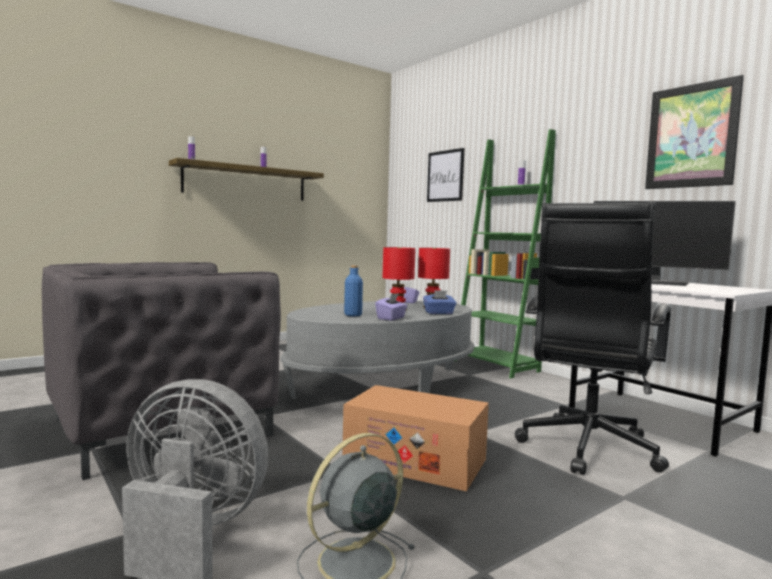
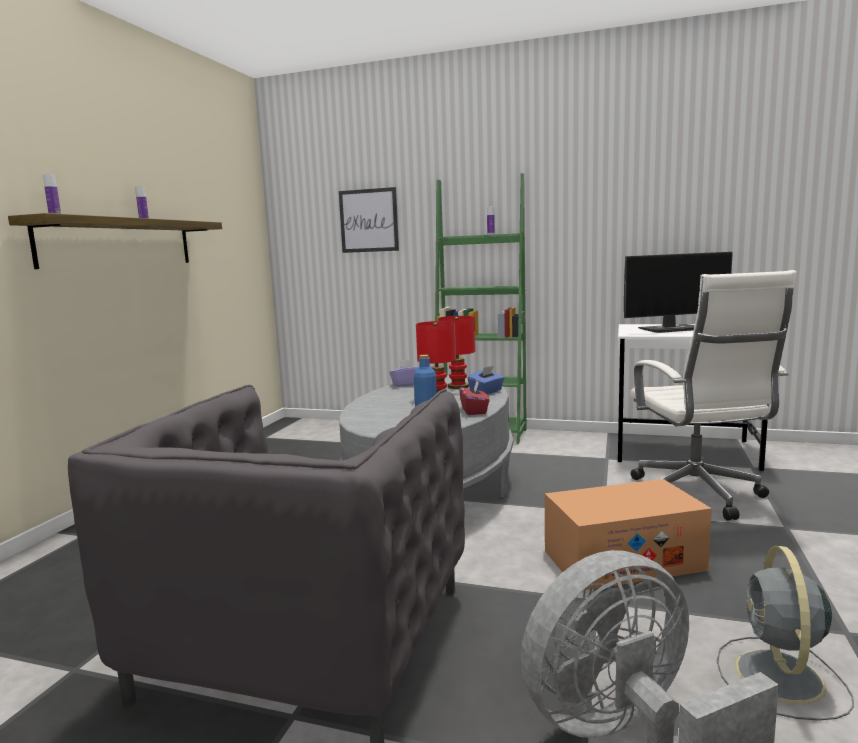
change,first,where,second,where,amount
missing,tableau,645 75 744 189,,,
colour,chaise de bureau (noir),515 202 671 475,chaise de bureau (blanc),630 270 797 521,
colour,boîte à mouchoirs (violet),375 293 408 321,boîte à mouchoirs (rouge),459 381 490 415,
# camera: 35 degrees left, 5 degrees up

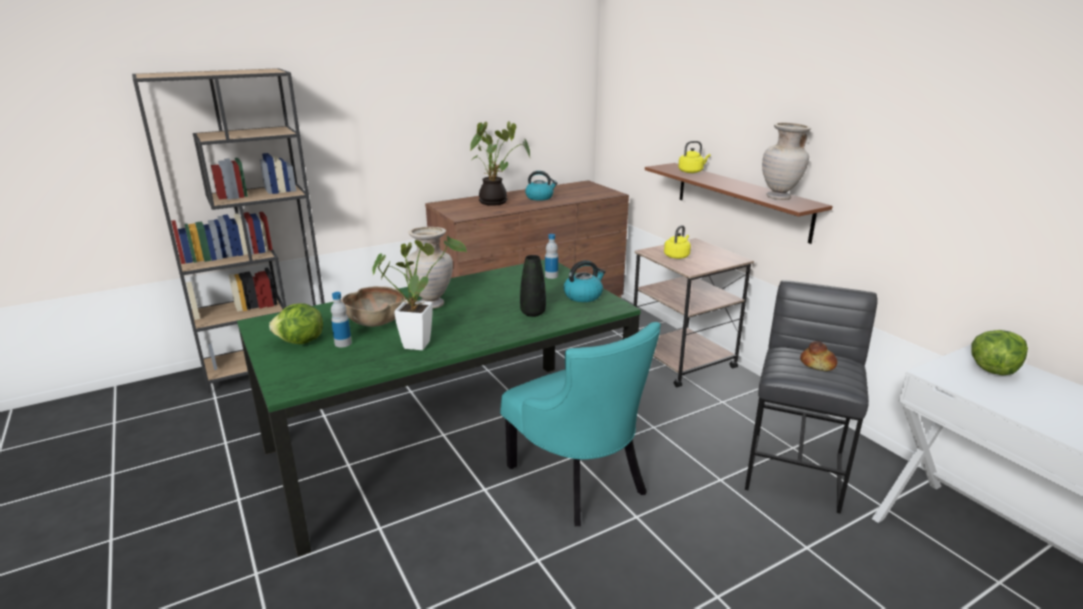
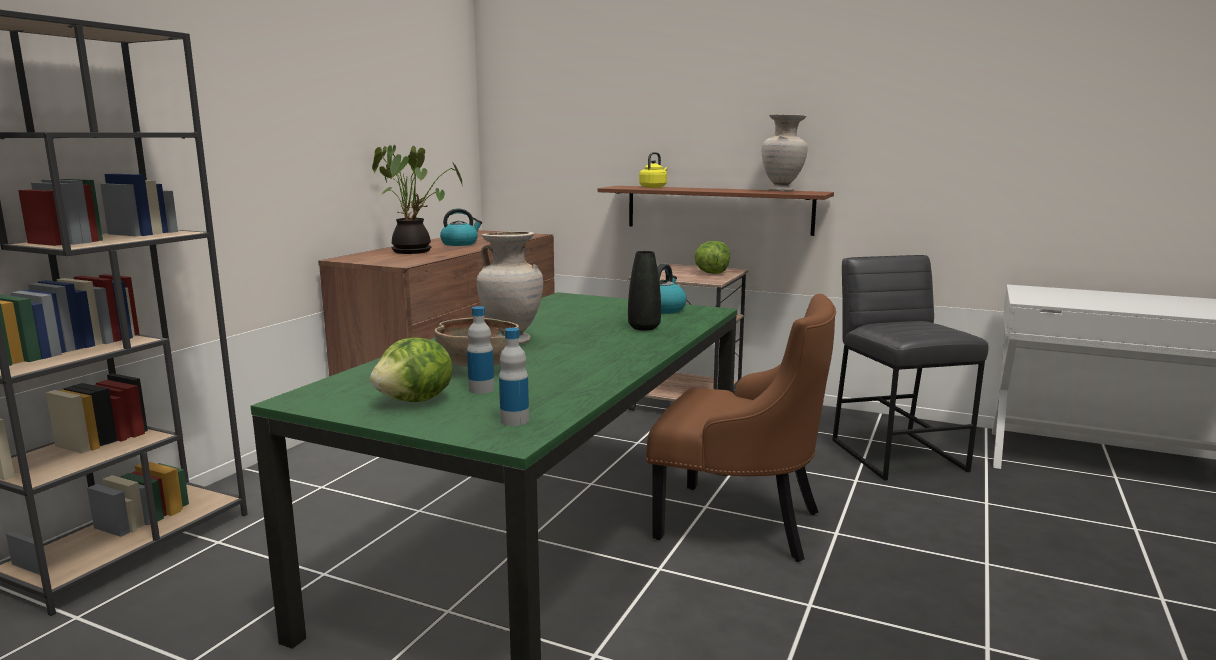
change,first,where,second,where,amount
missing,bouilloire (jaune),664 225 691 259,,,
relocated,bouteille,545 234 558 279,,499 328 529 426,
missing,plante en pot,372 236 467 350,,,
colour,chaise (turquoise),500 322 661 526,chaise (marron),646 294 836 562,
relocated,laitue,971 330 1028 375,,694 241 730 274,
missing,pain,800 341 837 371,,,
# camera: 35 degrees left, 10 degrees down

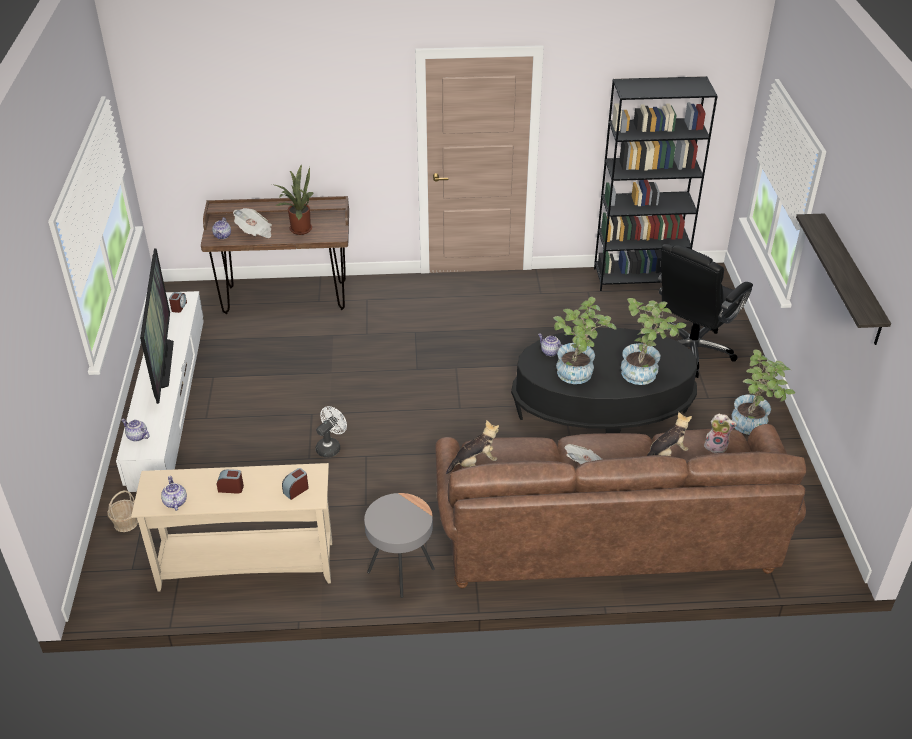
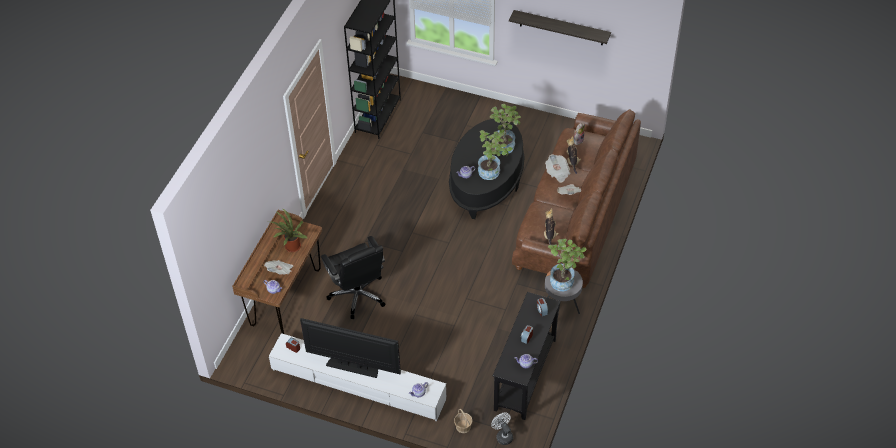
change,first,where,second,where,amount
relocated,chaise de bureau (noir),658 244 753 378,,321 236 386 319,
relocated,plante en pot,731 350 795 435,,548 239 586 291,
relocated,ventilateur (blanc),316 406 347 458,,491 413 513 445,
colour,table console (beige),131 463 332 591,table console (noir),493 292 561 420,
appeared,,,journal,545 154 571 183,
# camera: 65 degrees left, 10 degrees up

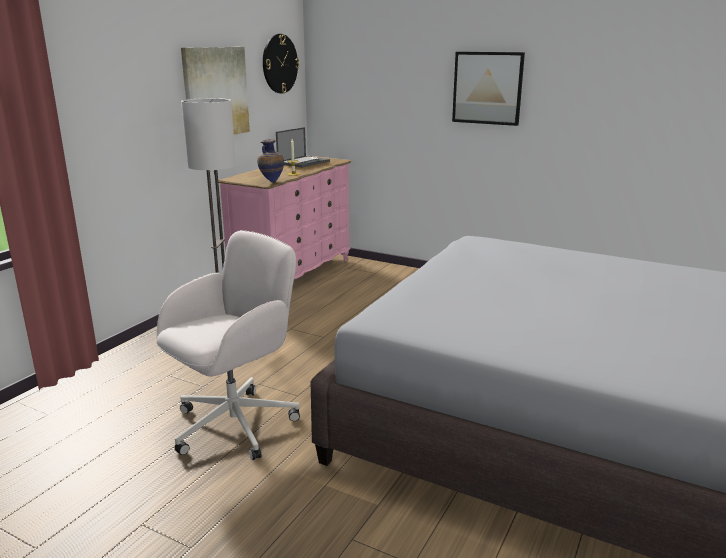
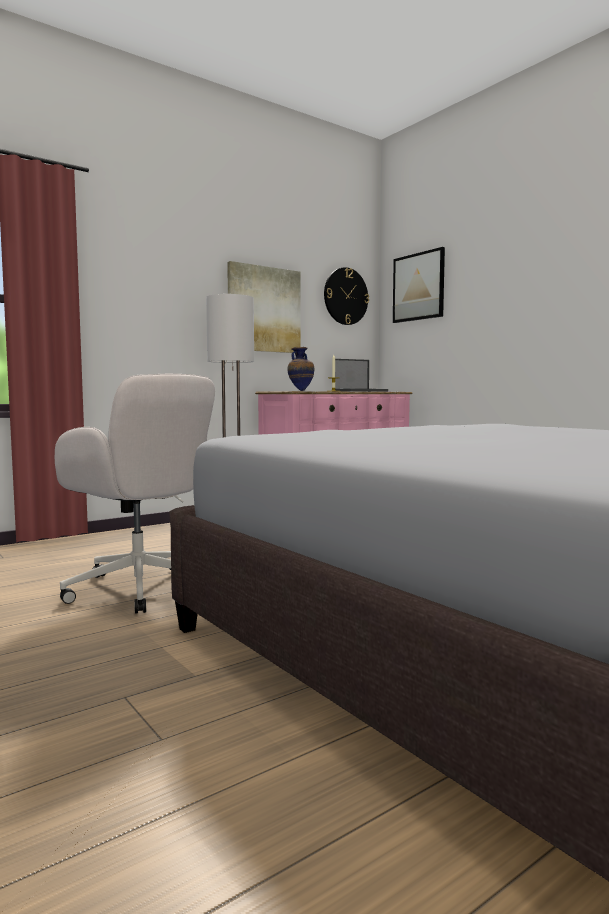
change,first,where,second,where,amount
relocated,tableau,452 52 525 126,,393 247 445 323,
spun,chaise de bureau (blanc),156 230 300 460,,55 374 215 614,60 degrees clockwise
# camera: 25 degrees right, 15 degrees down

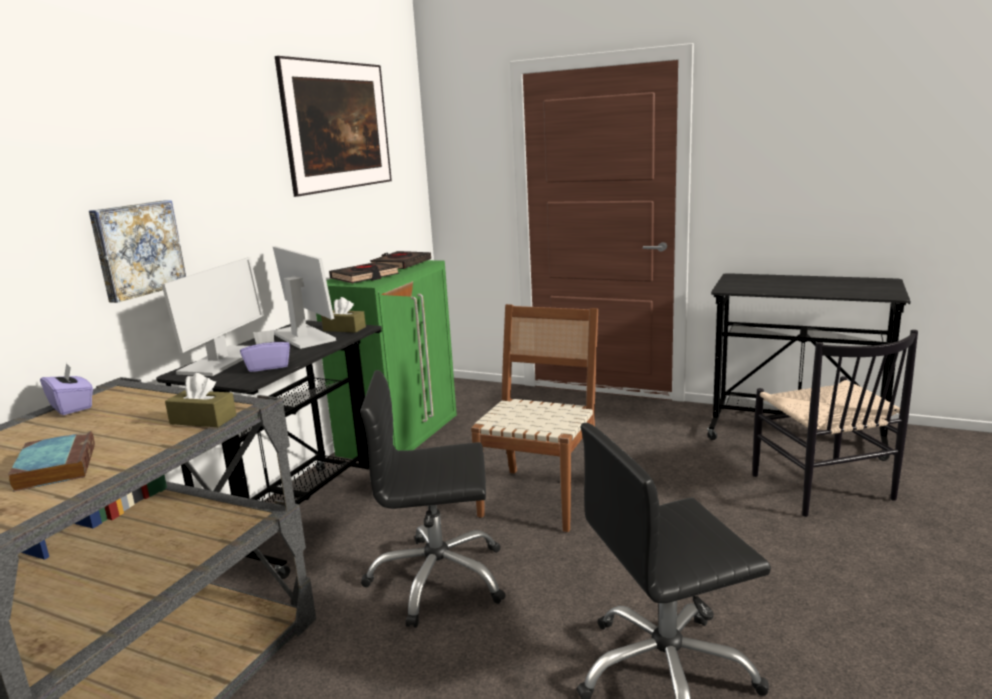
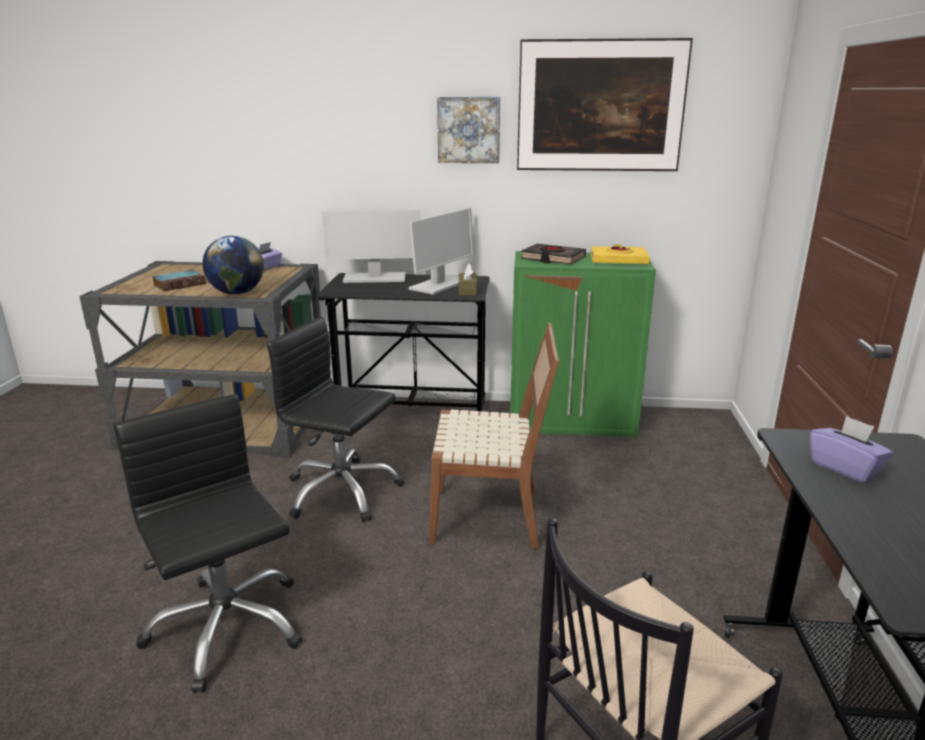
change,first,where,second,where,amount
relocated,tableau,89 200 186 303,,437 97 500 163,
colour,livre (noir),370 251 431 269,livre (jaune),590 244 650 264,
relocated,boîte à mouchoirs (violet),240 330 290 372,,810 416 894 483,
spun,chaise de bureau (noir),360 370 506 628,,267 317 404 522,45 degrees counterclockwise
exchanged,boîte à mouchoirs (marron),165 373 236 427,globe,203 236 264 294,
# camera: 70 degrees right, 5 degrees up

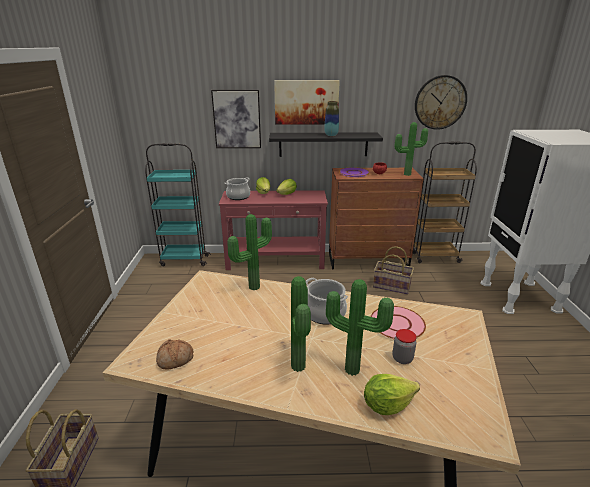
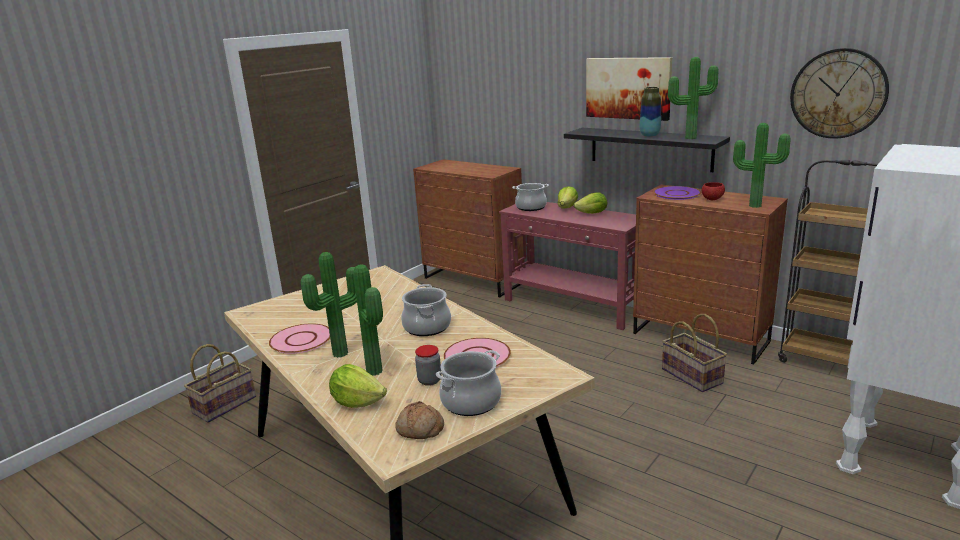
change,first,where,second,where,amount
missing,tableau,211 90 261 148,,,
exchanged,chariot (turquoise),145 143 211 267,commode (marron),413 159 525 297,
relocated,plante en pot,227 214 272 290,,668 57 718 139,
relocated,pain,156 339 193 369,,395 401 444 439,
appeared,,,assiette (rose),269 323 330 354,
appeared,,,marmite,436 350 501 416,
# camera: 40 degrees right, 5 degrees down

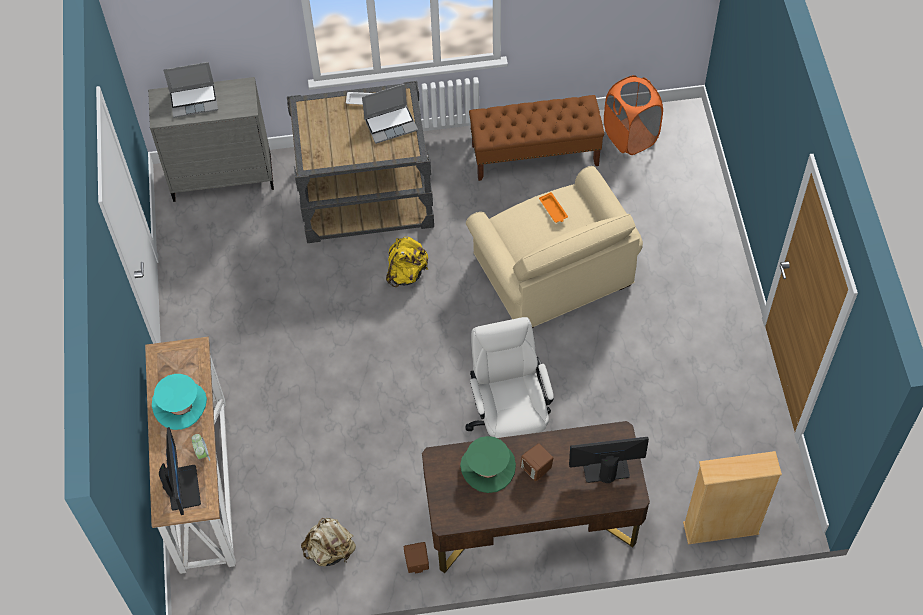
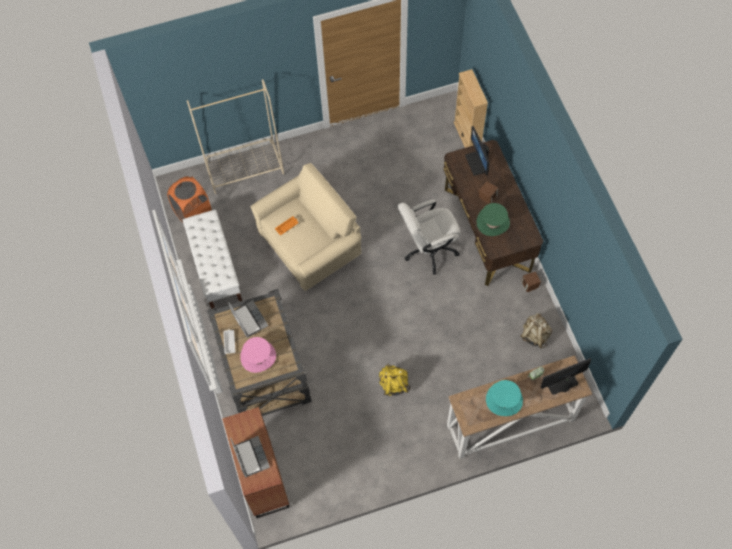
change,first,where,second,where,amount
colour,commode (gris),148 77 274 202,commode (marron),222 407 289 518,
colour,banc (marron),469 95 604 181,banc (blanc),183 210 242 309,
relocated,sac à dos (jaune),386 236 428 287,,379 363 410 396,
appeared,,,portant (beige),187 79 284 194,
appeared,,,chapeau (rose),240 337 276 373,
# camera: 100 degrees left, 5 degrees up

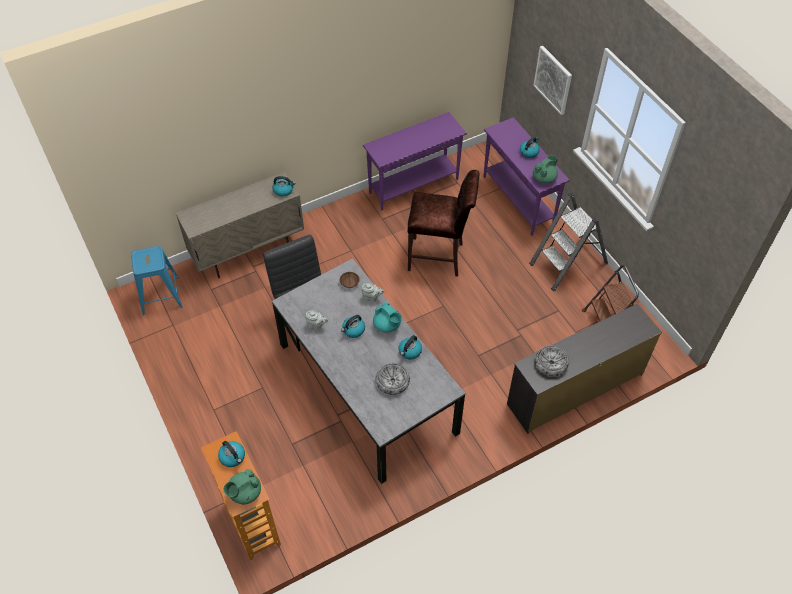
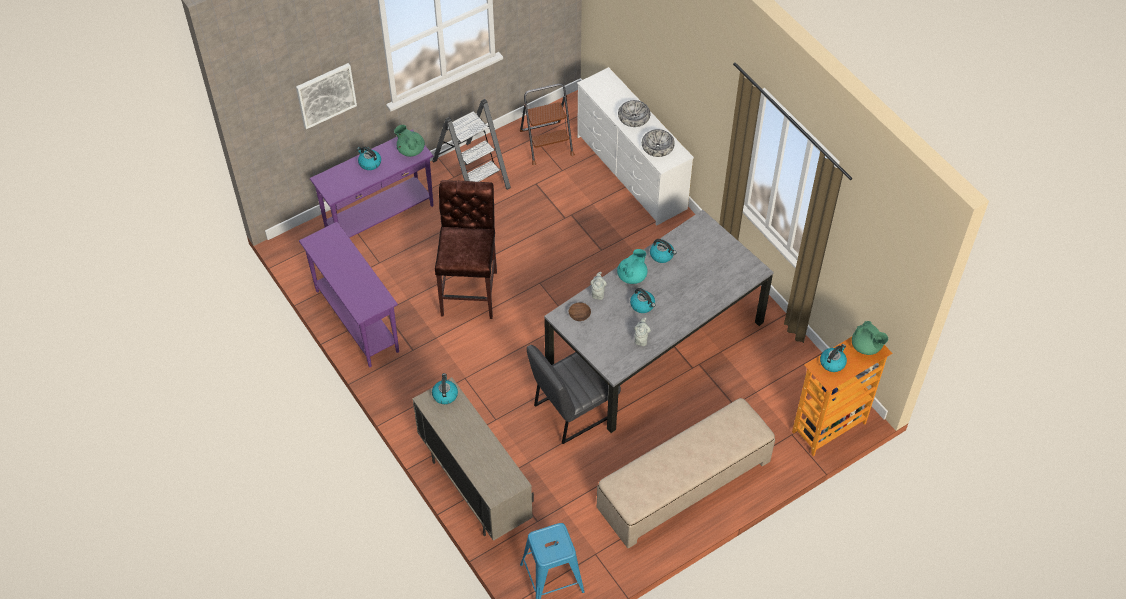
change,first,where,second,where,amount
colour,commode (noir),507 303 662 434,commode (blanc),577 67 694 226,
relocated,bol,376 363 410 395,,618 100 650 127,
appeared,,,banc (beige),597 398 775 548,
# camera: 95 degrees left, 0 degrees up

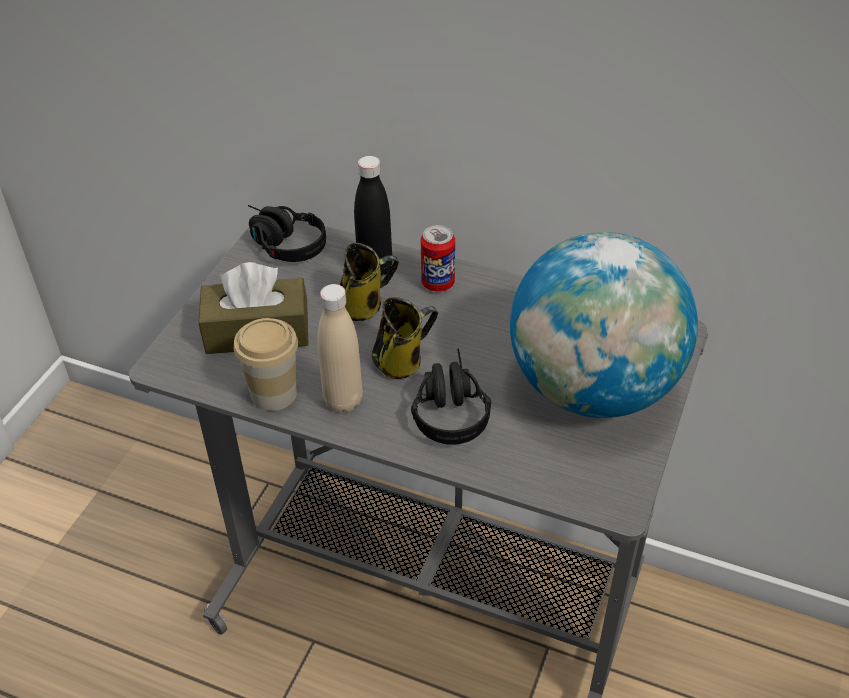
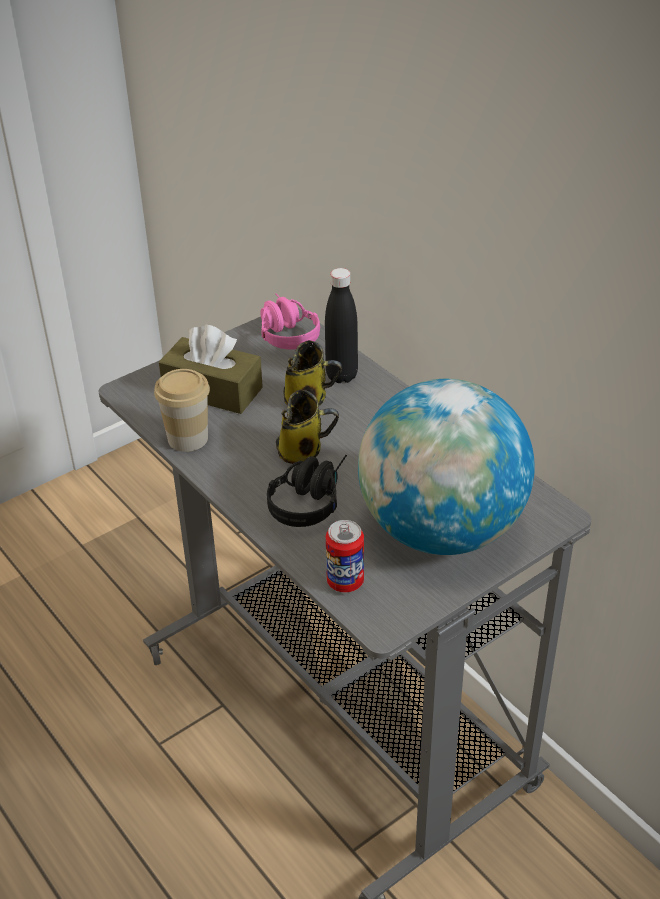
change,first,where,second,where,amount
colour,casque audio (noir),248 205 326 262,casque audio (rose),260 293 320 350,
relocated,boîte métallique,421 225 455 292,,326 520 364 593,
missing,bouteille (beige),317 284 363 413,,,
# camera: 30 degrees right, 5 degrees down

